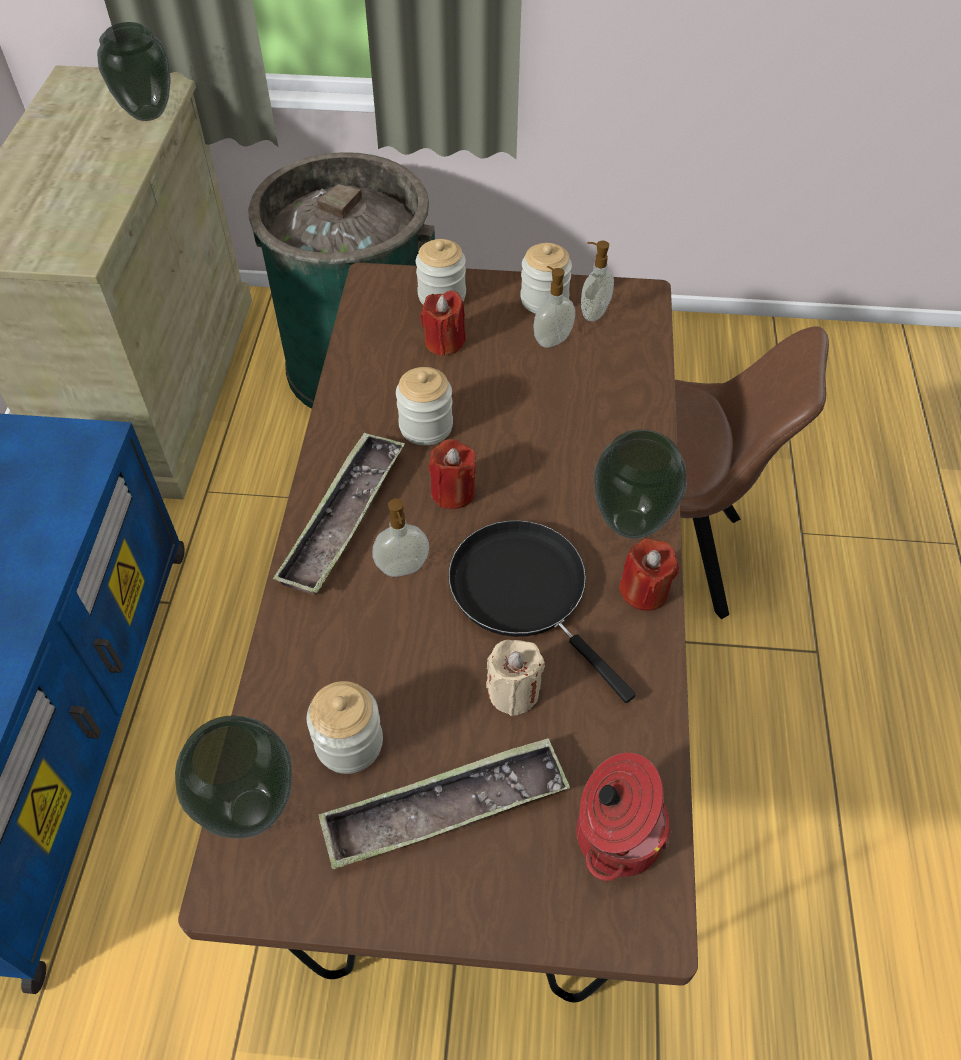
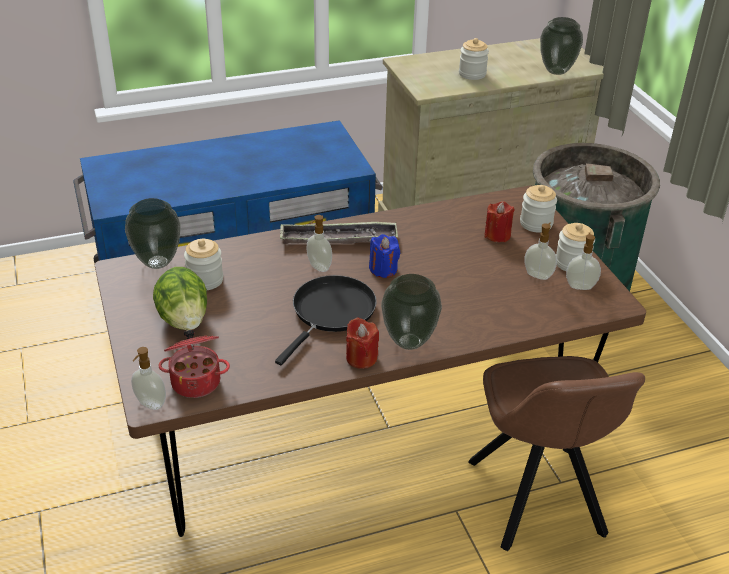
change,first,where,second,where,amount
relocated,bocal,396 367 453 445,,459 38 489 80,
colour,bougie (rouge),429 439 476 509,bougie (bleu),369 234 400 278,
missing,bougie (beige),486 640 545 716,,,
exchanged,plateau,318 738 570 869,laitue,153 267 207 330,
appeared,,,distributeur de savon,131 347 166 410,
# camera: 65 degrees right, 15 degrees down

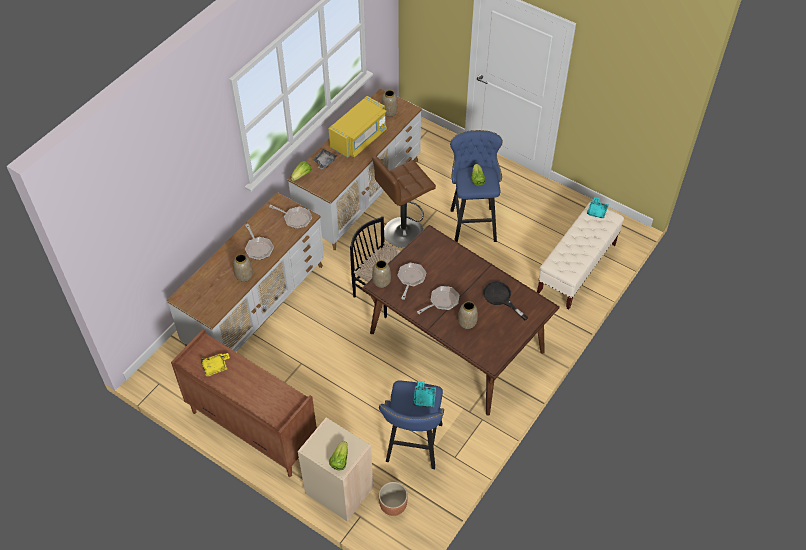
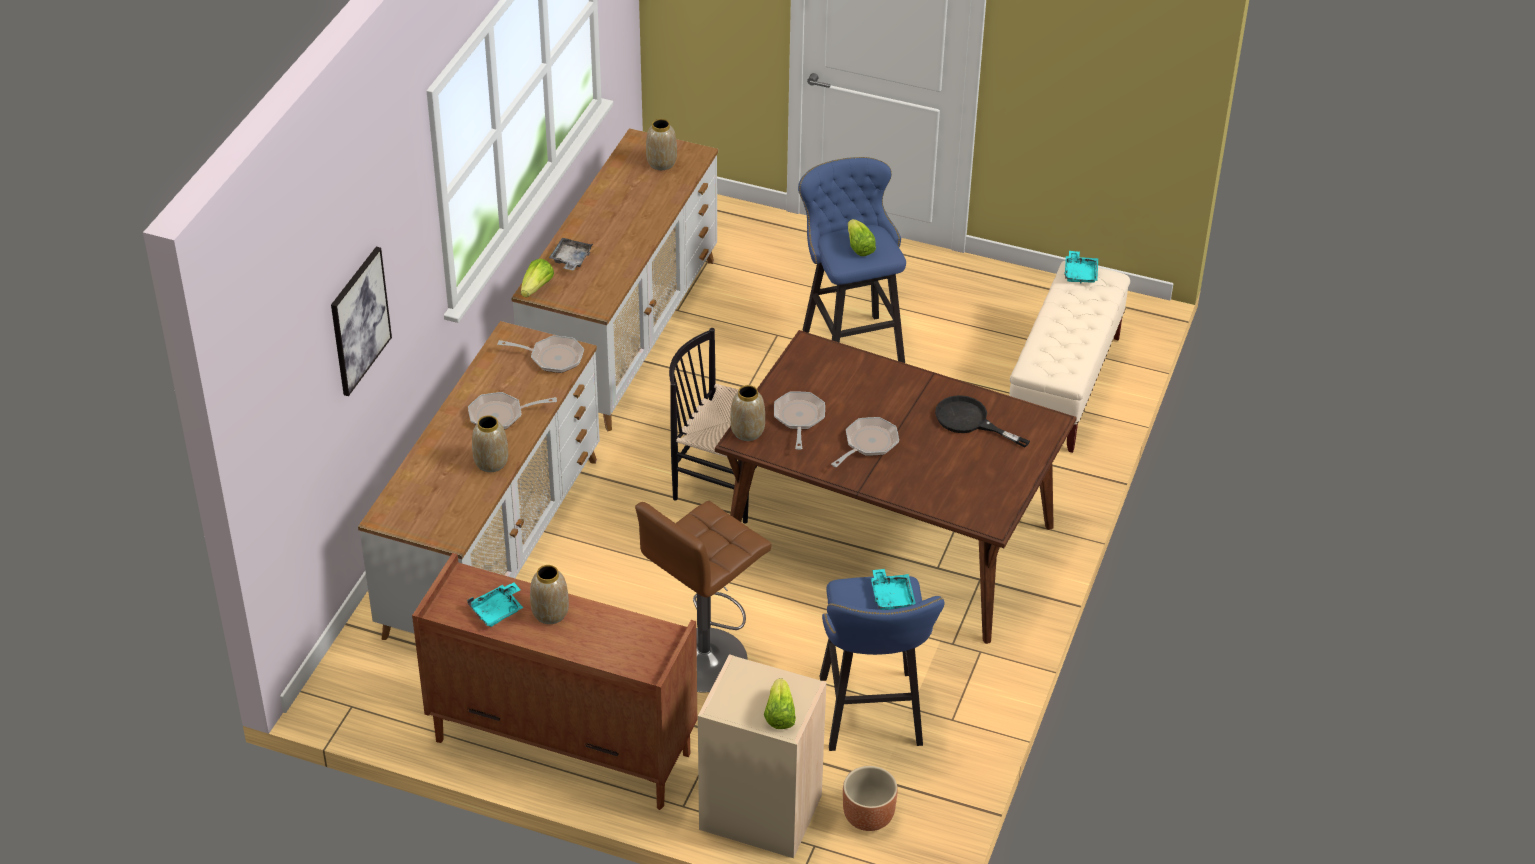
change,first,where,second,where,amount
missing,micro-ondes (jaune),329 96 387 158,,,
relocated,tabouret (marron),372 156 436 248,,635 501 771 692,
spun,poêle,245 224 274 260,,468 392 557 430,120 degrees clockwise
relocated,vase,458 301 478 329,,530 565 569 624,
colour,plateau (jaune),201 353 230 377,plateau (turquoise),467 583 524 627,
appeared,,,tableau,331 247 392 396,
# camera: 15 degrees left, 10 degrees down

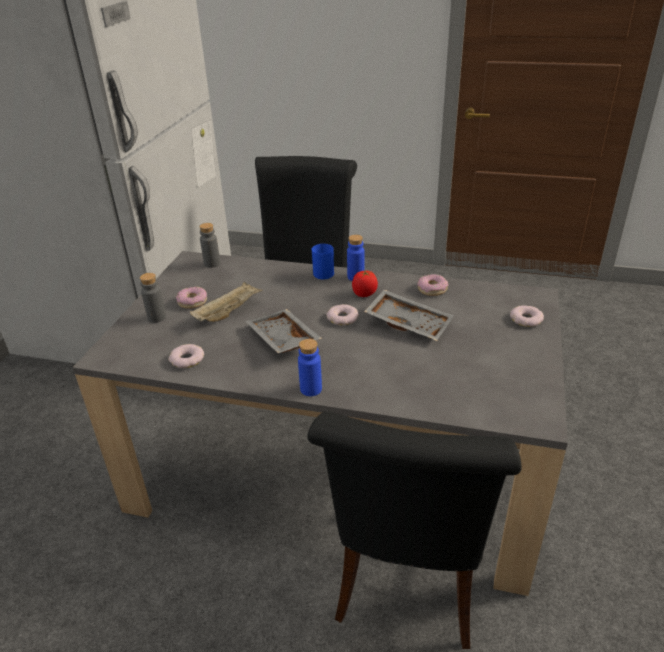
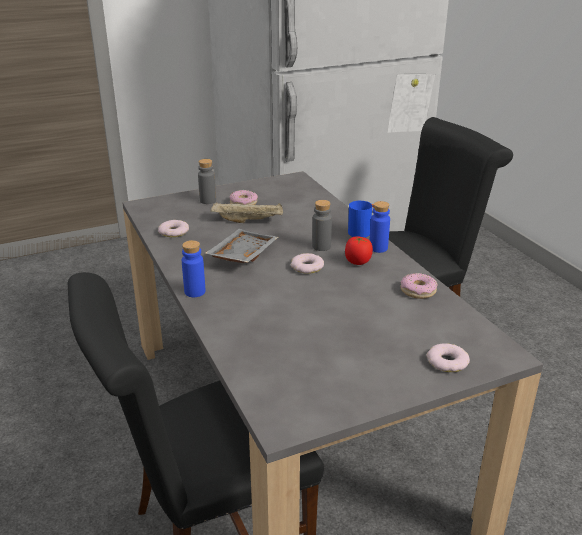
change,first,where,second,where,amount
relocated,bouteille (gris),199 223 220 268,,312 200 332 251,
missing,plateau (gris),364 289 454 341,,,
# camera: 50 degrees right, 5 degrees down

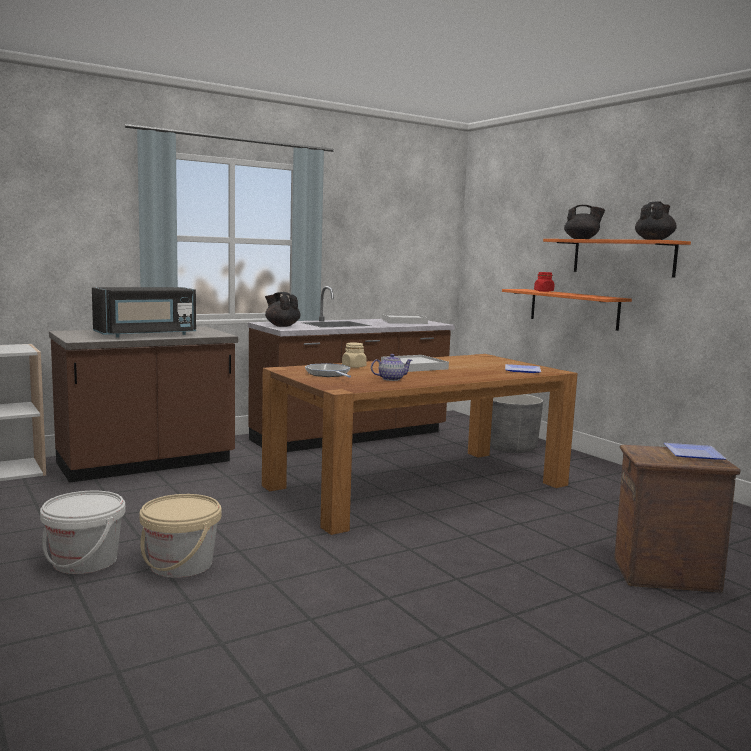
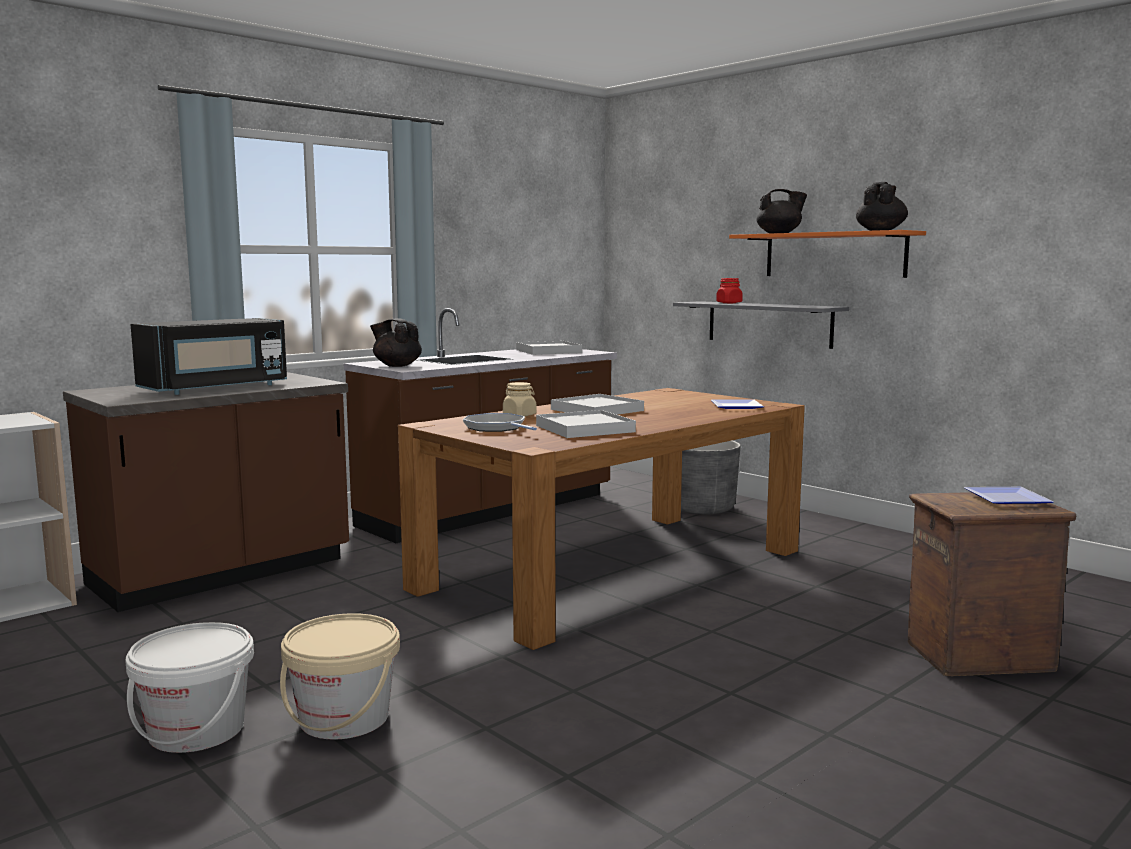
change,first,where,second,where,amount
colour,étagère (orange),502 289 632 331,étagère (gris),673 301 849 349,
exchanged,théière,371 354 412 381,plateau (blanc),536 410 636 438,
# camera: 10 degrees left, 0 degrees up

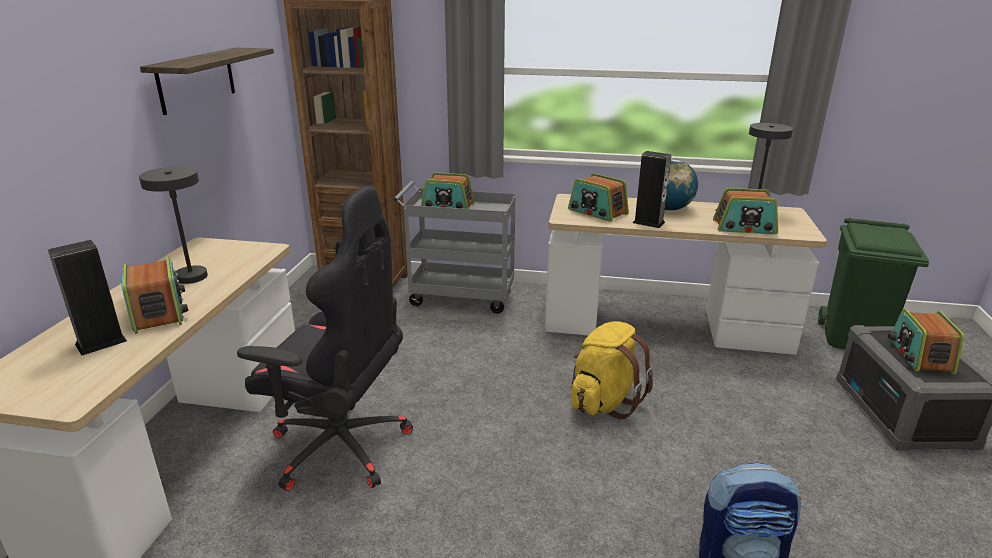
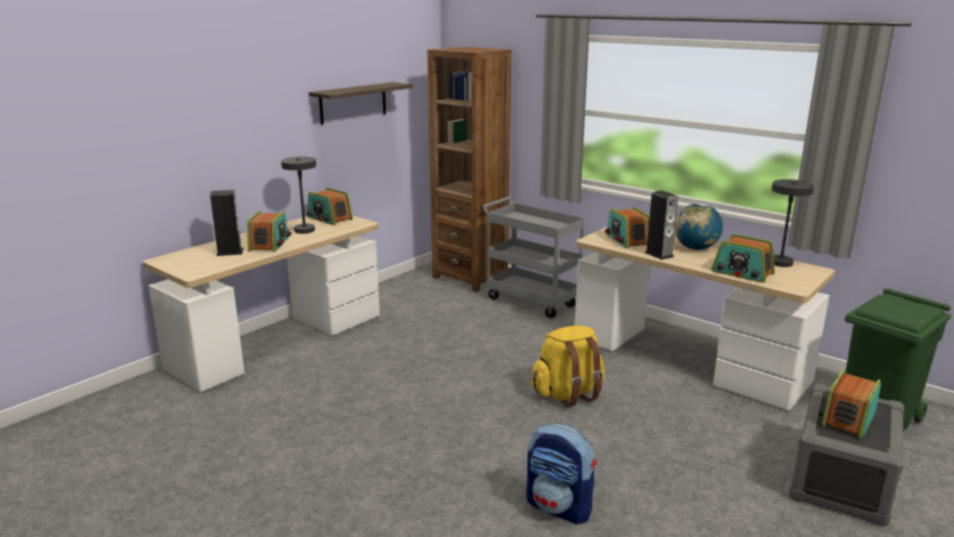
change,first,where,second,where,amount
relocated,radio,421 172 475 209,,307 188 353 225,
missing,chaise de bureau (noir),237 185 413 491,,,
# camera: 30 degrees right, 5 degrees down

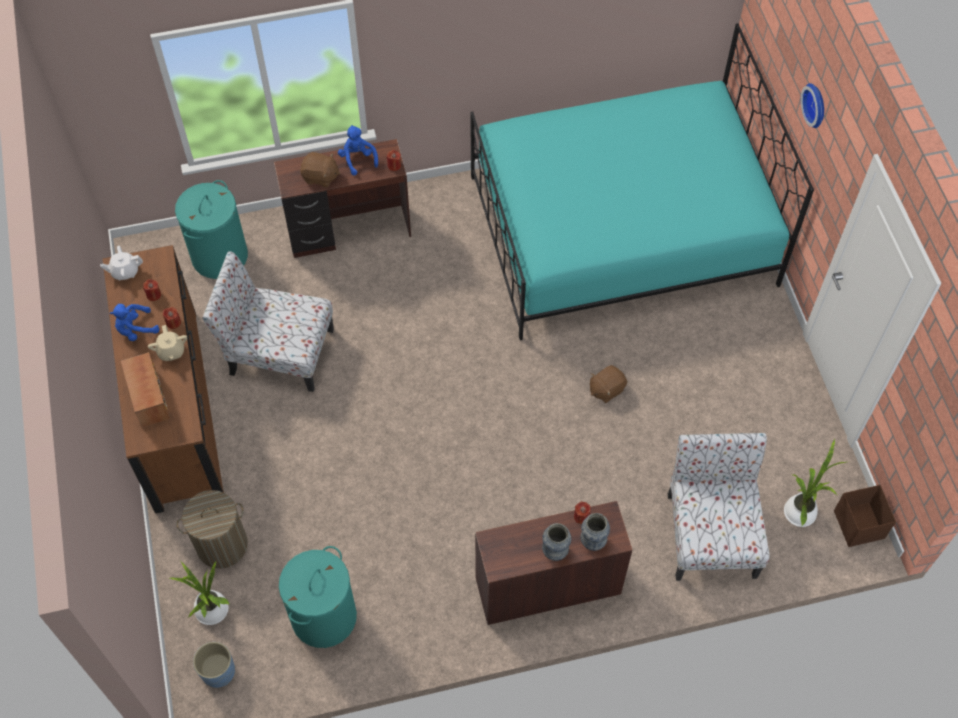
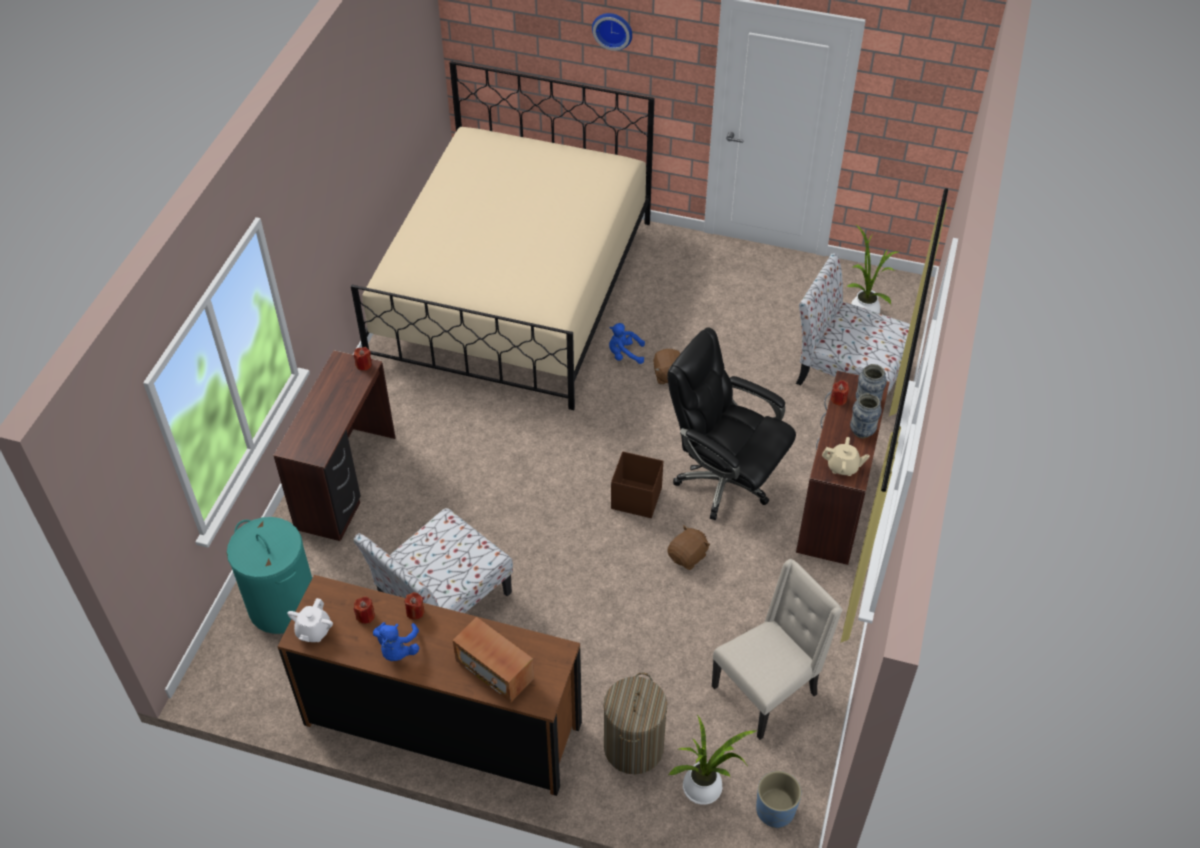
change,first,where,second,where,amount
colour,lit (turquoise),470 23 814 340,lit (beige),351 61 655 410,
relocated,peluche (bleu),338 125 378 176,,609 323 645 364,
relocated,peluche (marron),300 152 340 188,,667 525 710 570,
relocated,théière (beige),148 325 187 361,,822 437 869 476,
spun,radio,121 352 170 427,,452 617 534 702,150 degrees counterclockwise
relocated,boîte de rangement (marron),834 485 896 547,,611 452 663 518,
exchanged,panier à linge (turquoise),279 546 357 648,chaise (beige),712 559 843 740,
appeared,,,chaise de bureau (noir),668 327 796 520,
# camera: 60 degrees left, 10 degrees down

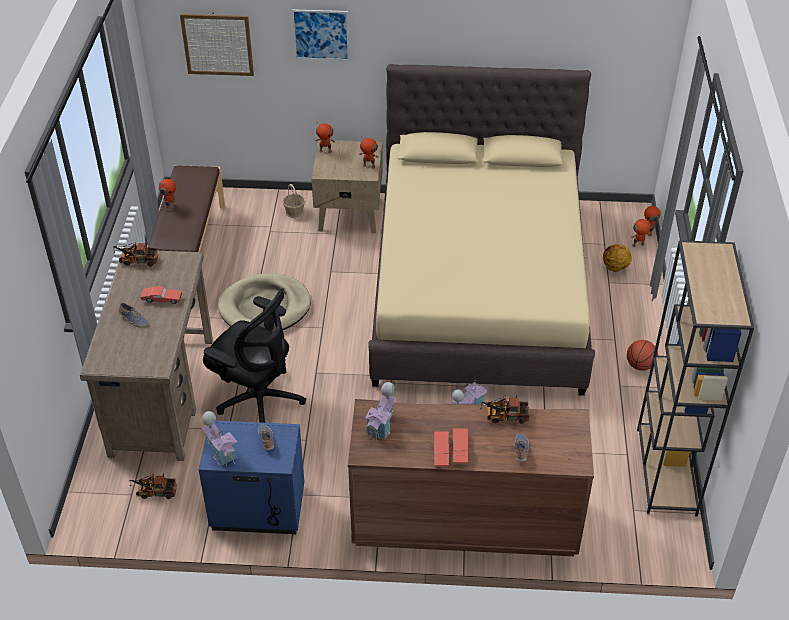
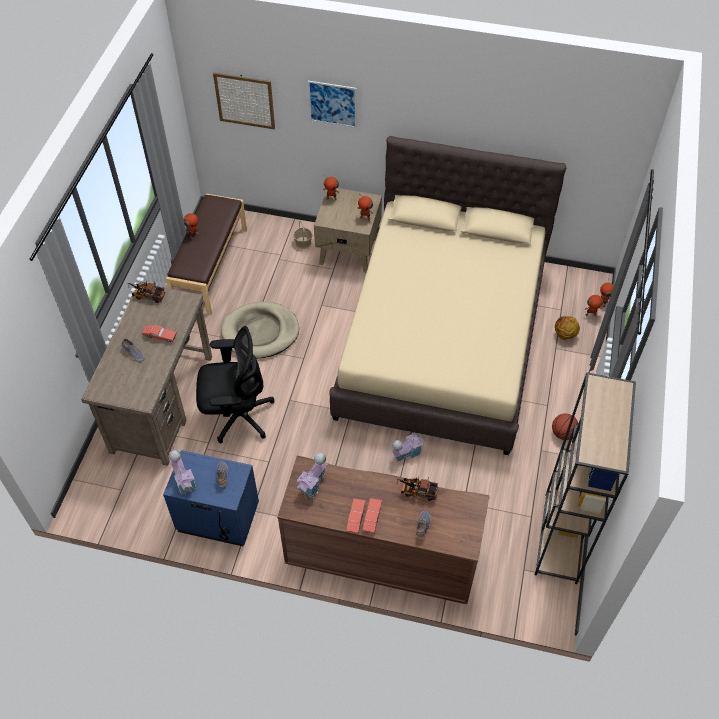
change,first,where,second,where,amount
spun,chaise de bureau (noir),203 288 306 423,,196 326 275 443,45 degrees counterclockwise
missing,camion jouet,130 473 177 499,,,
# camera: 10 degrees right, 10 degrees up

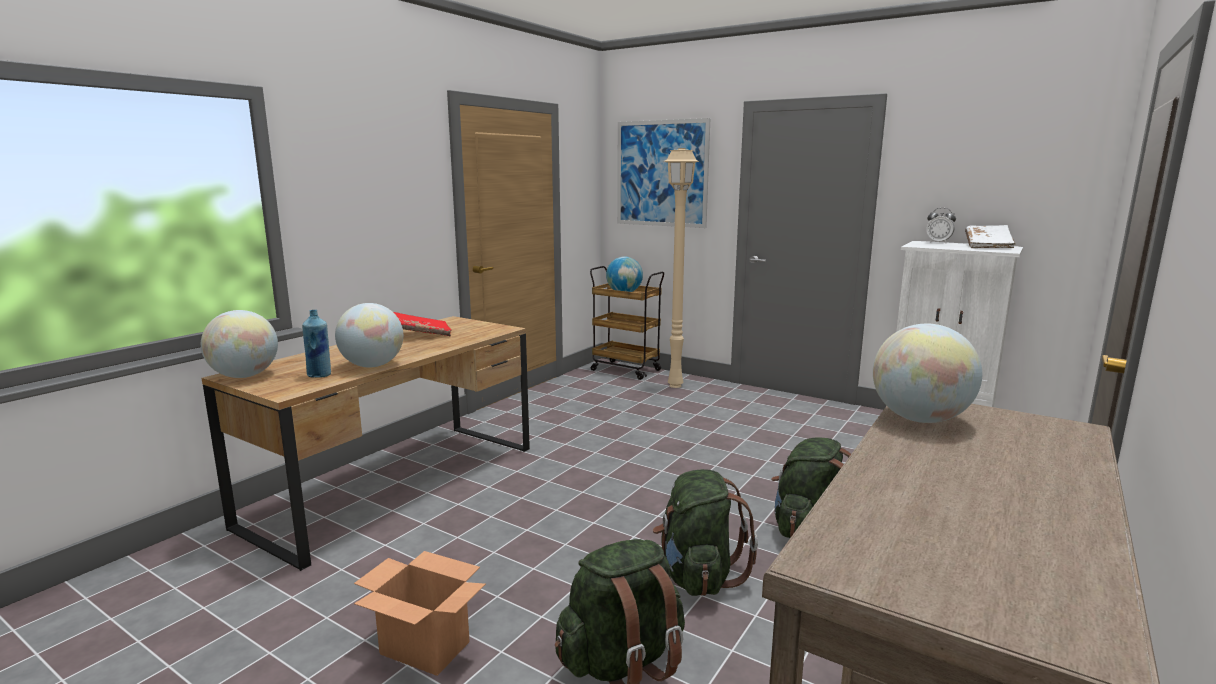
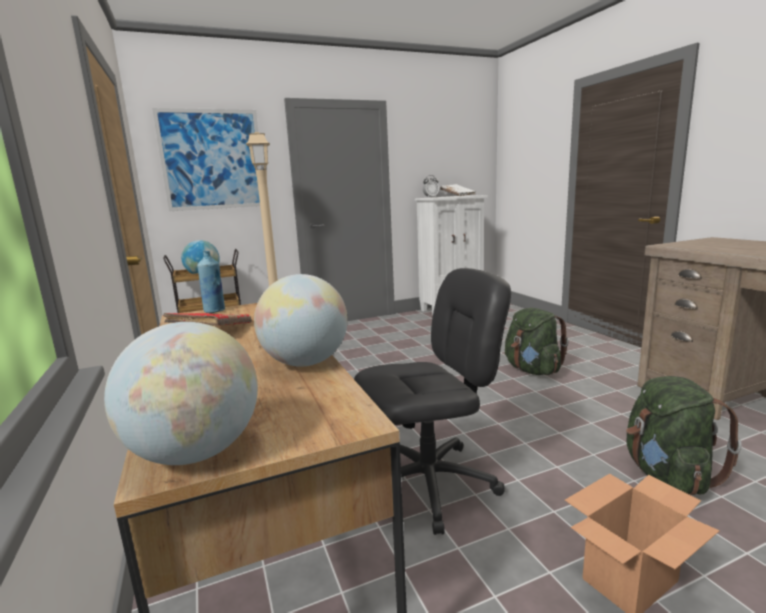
change,first,where,second,where,amount
relocated,bouteille (bleu),302 310 331 378,,197 251 225 313,
missing,globe,873 324 982 423,,,
missing,sac à dos (vert),653 469 758 596,,,
appeared,,,chaise de bureau (noir),354 268 511 535,
# camera: 55 degrees left, 0 degrees up

